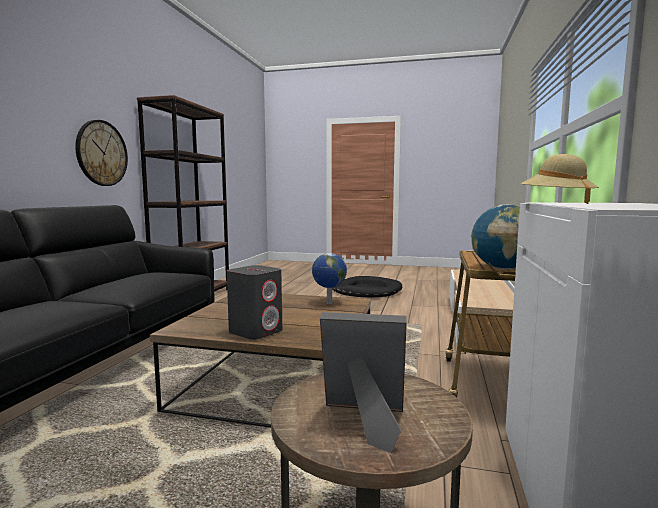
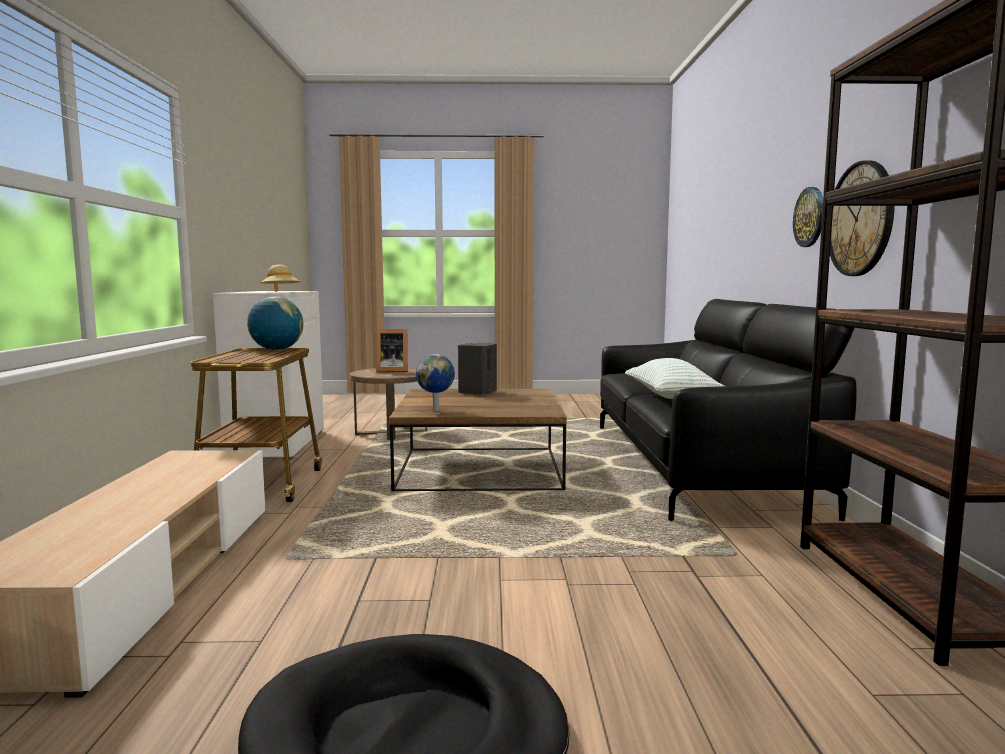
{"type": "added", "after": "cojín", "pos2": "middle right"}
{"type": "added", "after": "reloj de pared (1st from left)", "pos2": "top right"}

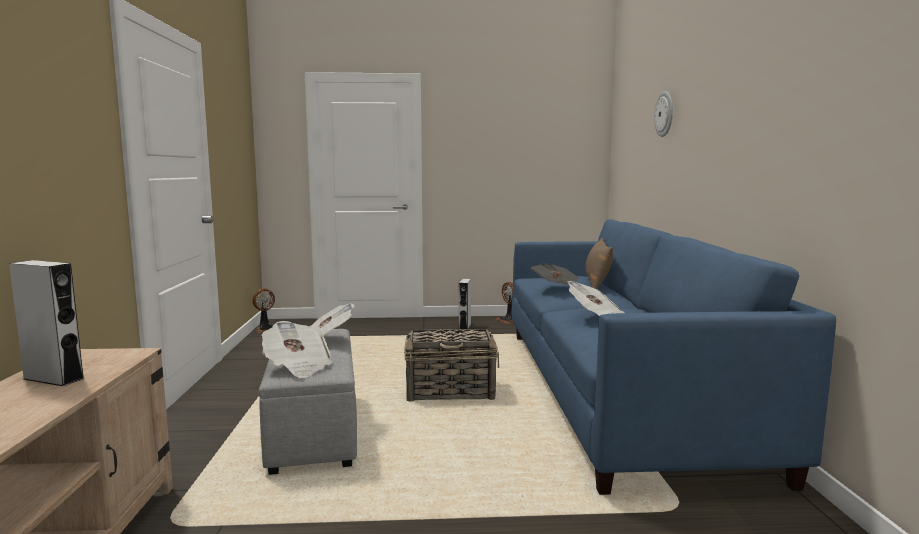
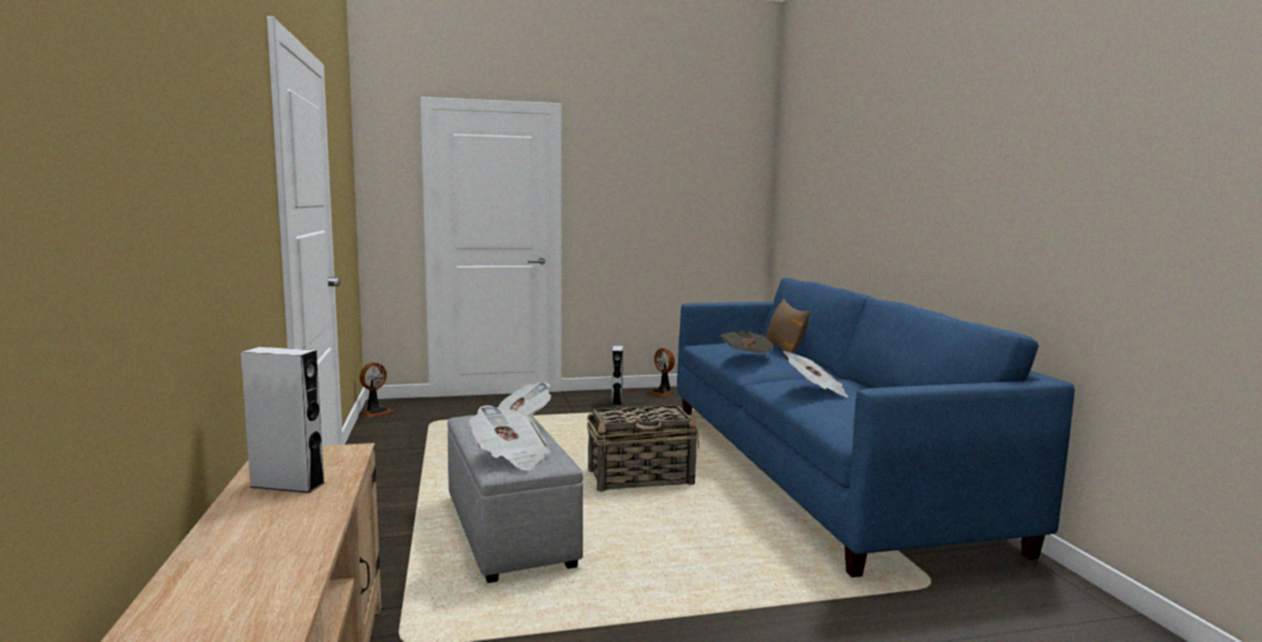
{"type": "removed", "before": "reloj de pared", "pos1": "top right"}

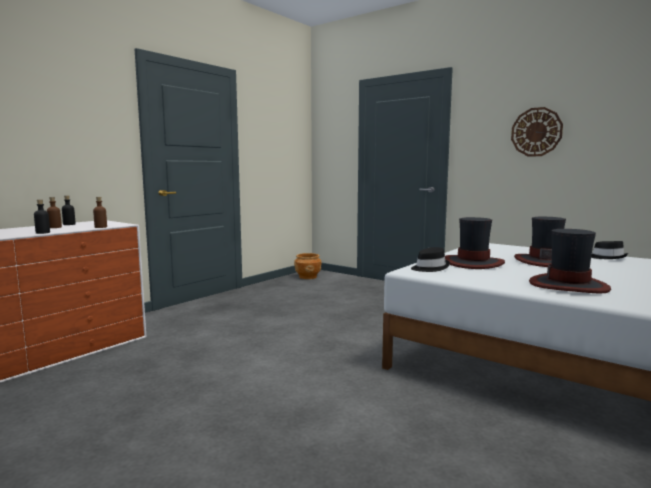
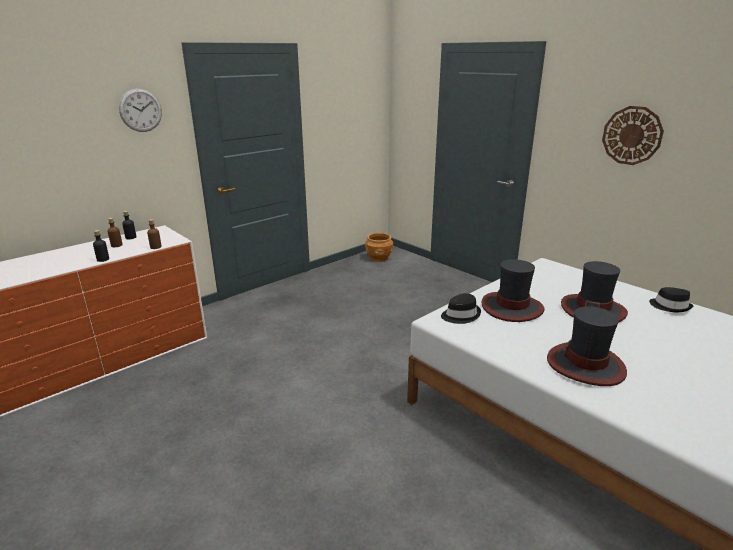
{"type": "added", "after": "reloj de pared (1st from left)", "pos2": "top left"}

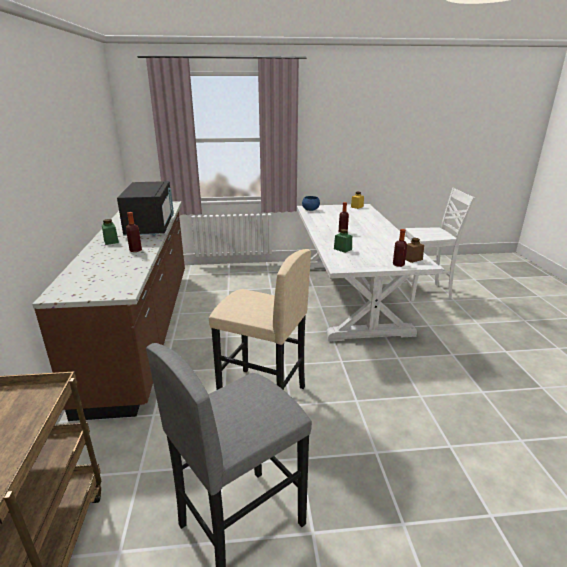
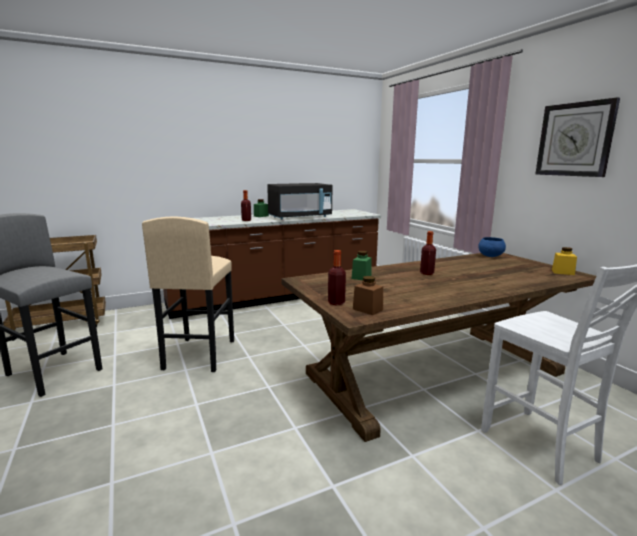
{"type": "recoloured", "before": "mesa de comedor [blanco]", "after": "mesa de comedor [marrón]", "pos1": "centre", "pos2": "middle right"}
{"type": "added", "after": "reloj de pared", "pos2": "top right"}

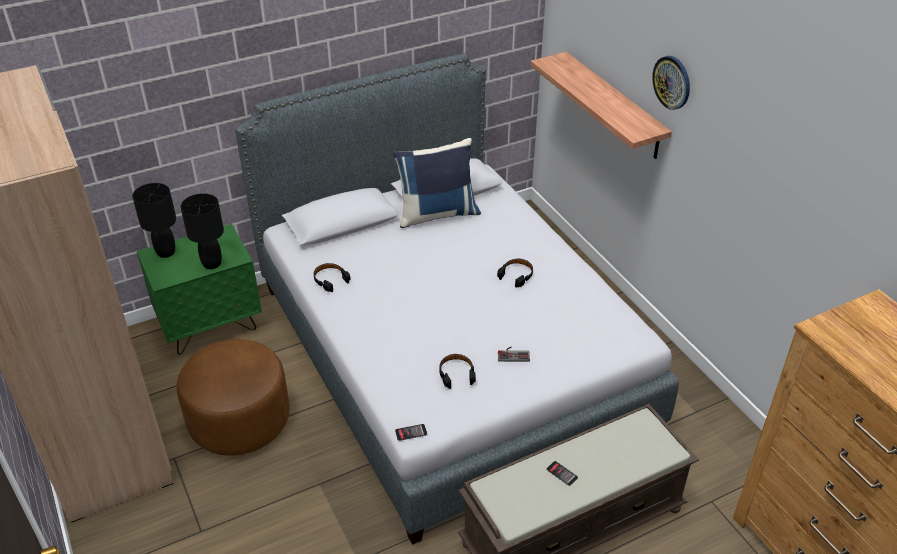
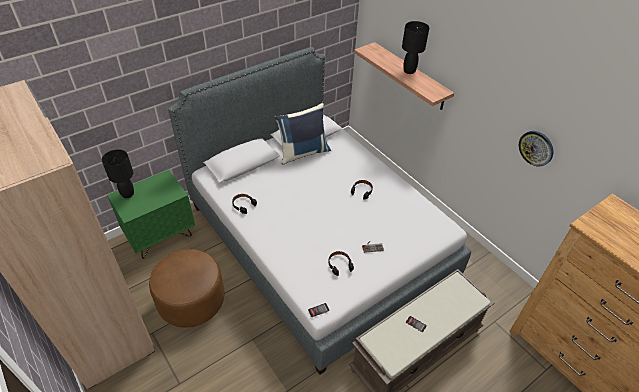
{"type": "moved", "before": "lámpara de mesa [negro] (2nd from left)", "pos1": "middle left", "pos2": "top centre"}
{"type": "moved", "before": "reloj de pared", "pos1": "top right", "pos2": "middle right"}

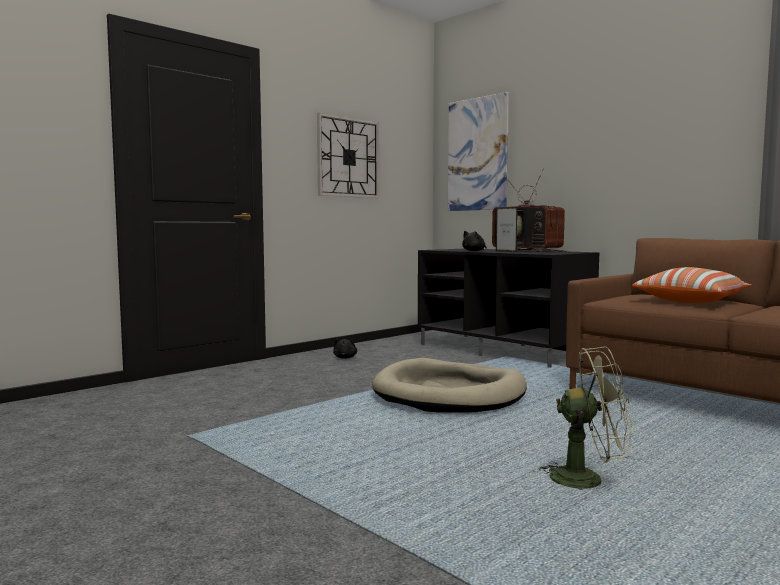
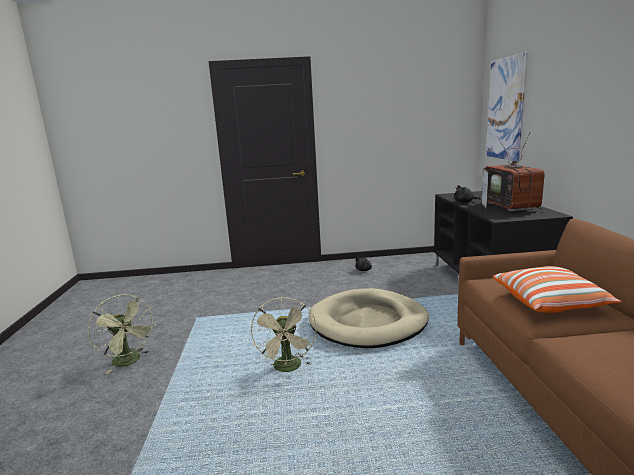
{"type": "moved", "before": "ventilador [verde]", "pos1": "bottom right", "pos2": "bottom left"}
{"type": "added", "after": "ventilador [beis]", "pos2": "bottom centre"}
{"type": "removed", "before": "reloj de pared", "pos1": "top centre"}

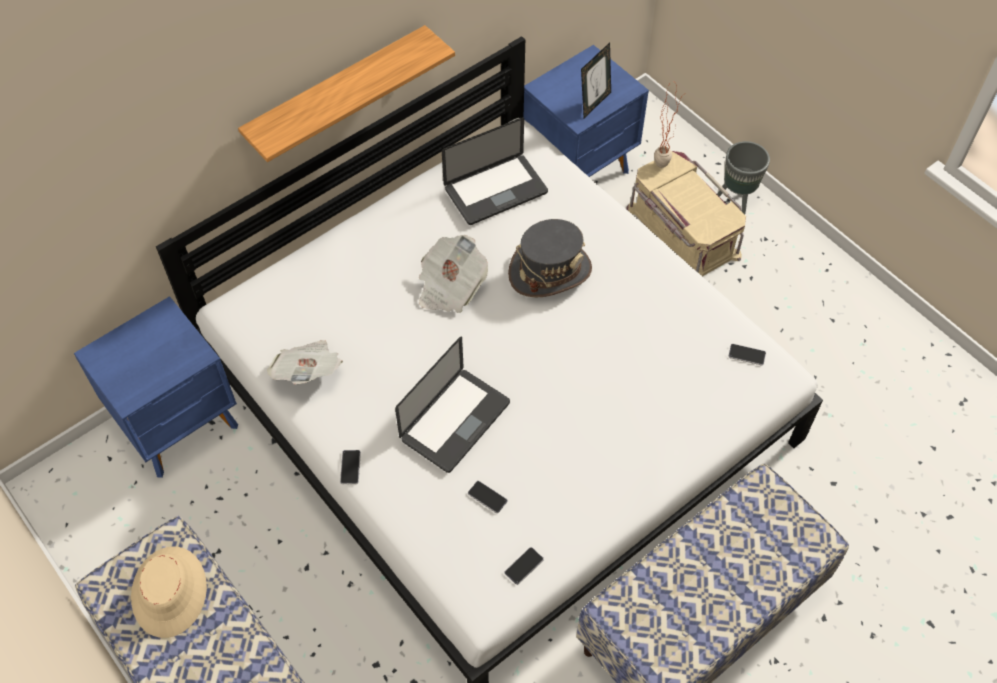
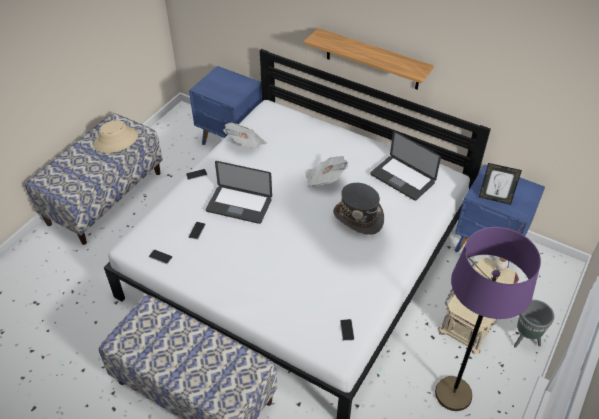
{"type": "added", "after": "lámpara de pie [morado]", "pos2": "bottom right"}

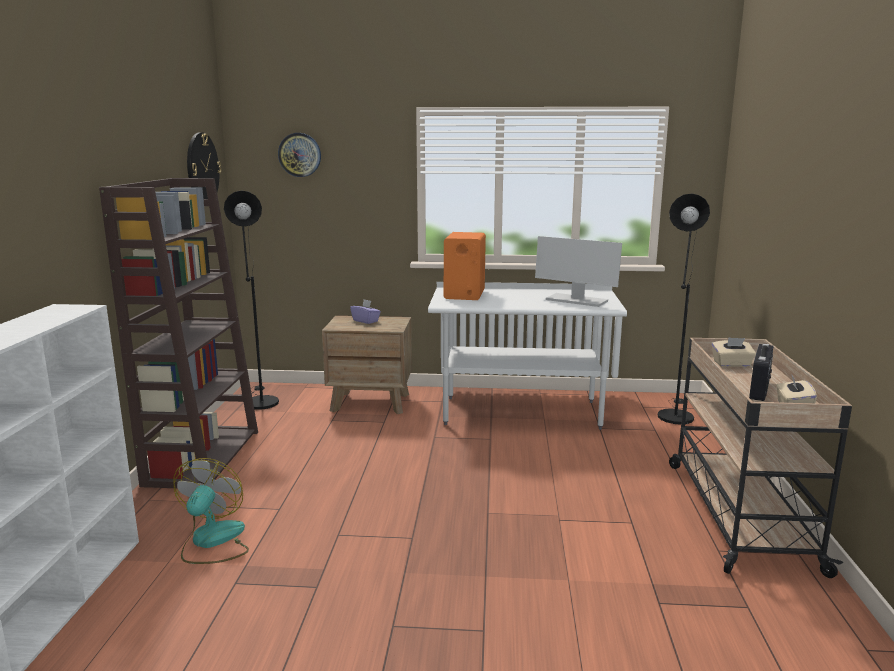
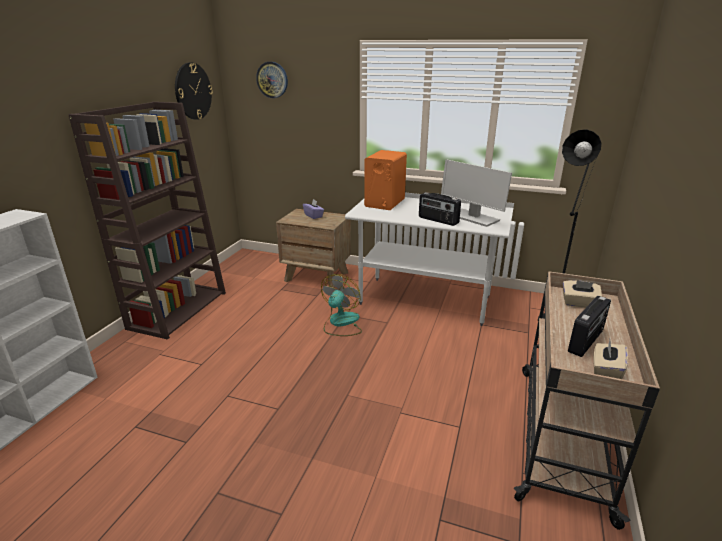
{"type": "moved", "before": "ventilador", "pos1": "bottom left", "pos2": "centre"}
{"type": "added", "after": "radio (1st from left)", "pos2": "centre"}
{"type": "removed", "before": "lámpara de pie [negro] (1st from left)", "pos1": "middle left"}

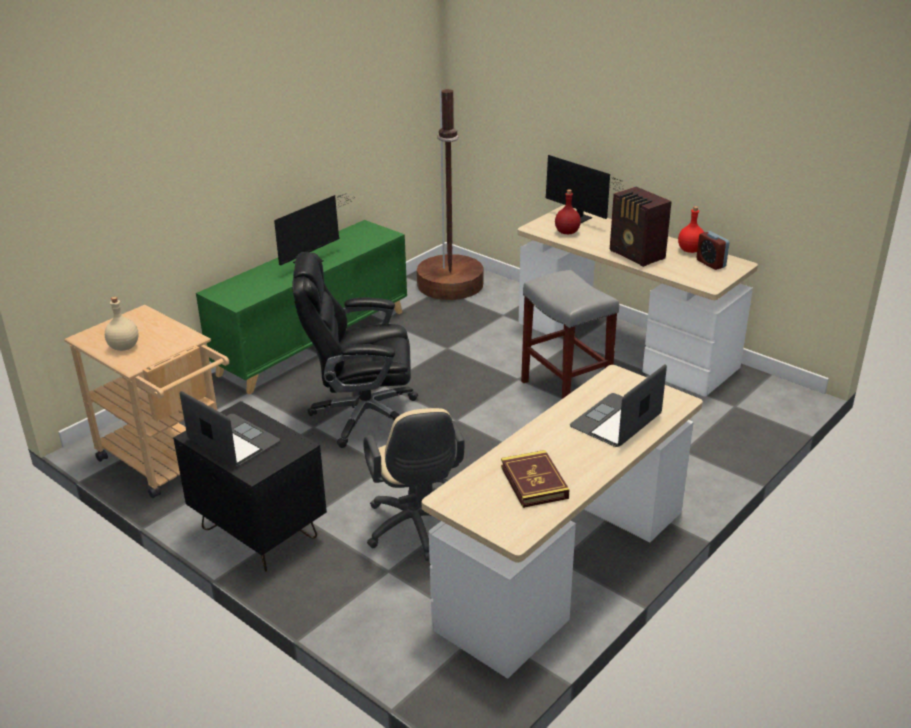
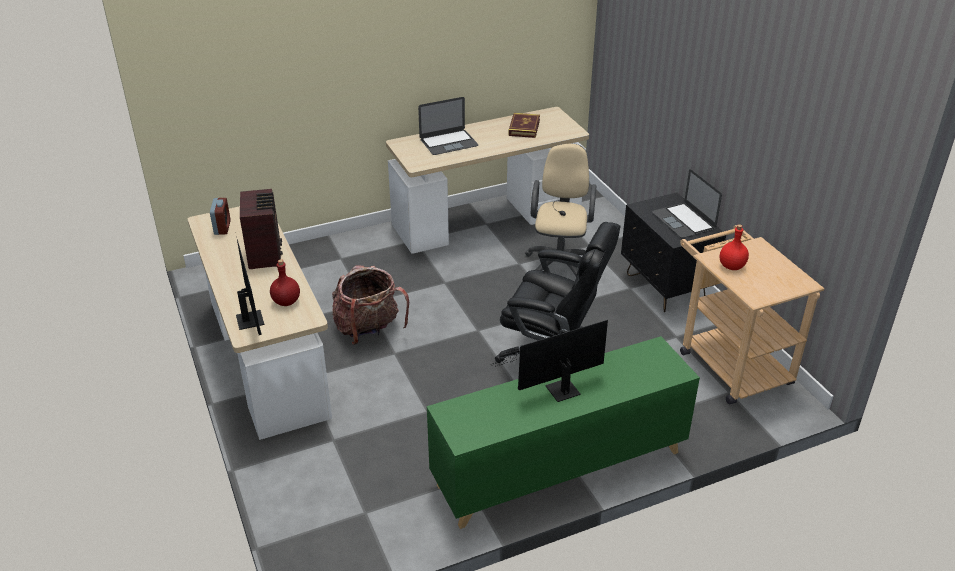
{"type": "replaced", "before": "taburete [gris]", "after": "mochila", "pos1": "centre", "pos2": "centre"}
{"type": "moved", "before": "botella [rojo] (2nd from left)", "pos1": "top right", "pos2": "middle right"}
{"type": "removed", "before": "botella [beis]", "pos1": "middle left"}
{"type": "removed", "before": "lámpara de pie [marrón]", "pos1": "top centre"}

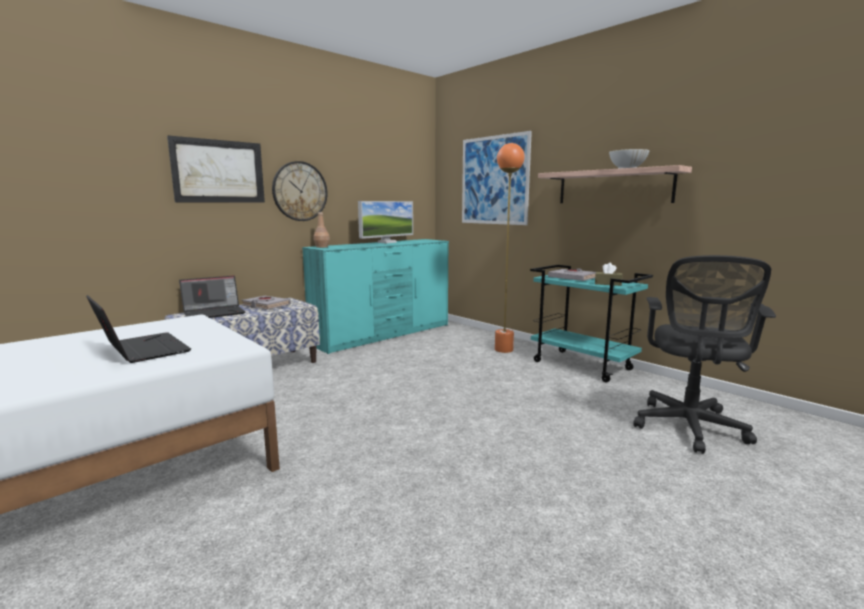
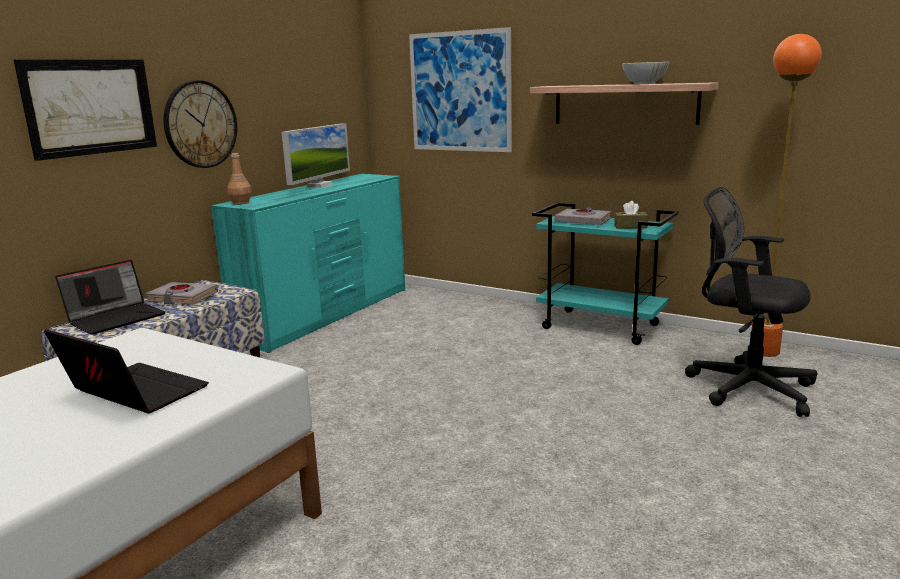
{"type": "turned", "before": "silla de oficina [negro]", "pos1": "middle right", "pos2": "middle right", "turn": 120}
{"type": "moved", "before": "lámpara de pie [naranja]", "pos1": "centre", "pos2": "middle right"}

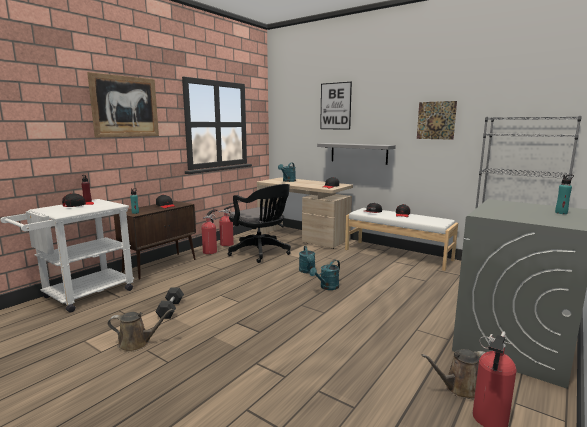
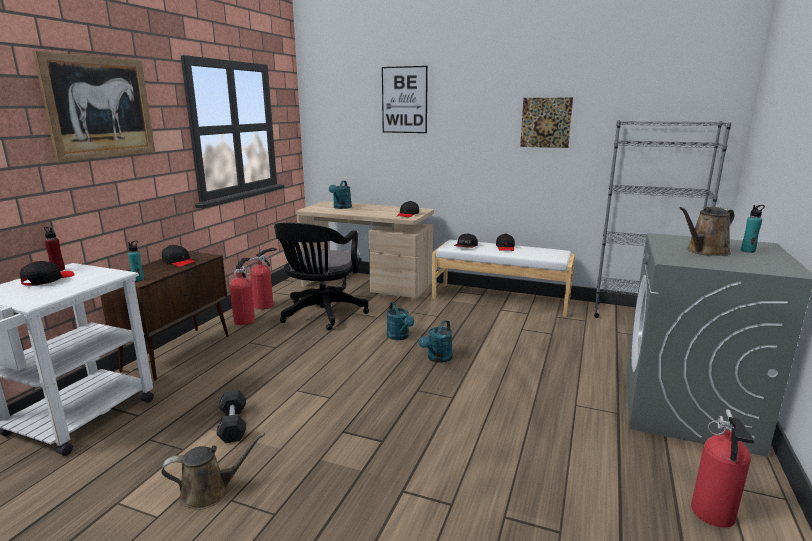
{"type": "turned", "before": "silla de oficina [negro]", "pos1": "centre", "pos2": "centre", "turn": 75}
{"type": "moved", "before": "regadera [marrón] (2nd from left)", "pos1": "bottom right", "pos2": "middle right"}
{"type": "removed", "before": "estante [gris]", "pos1": "centre"}

